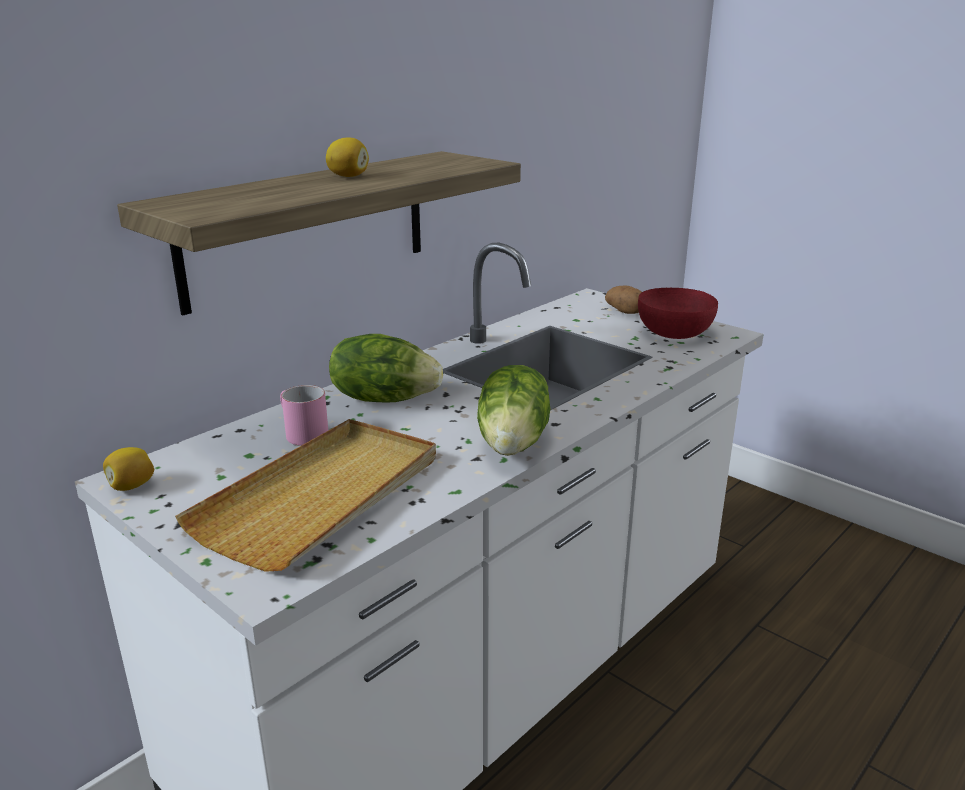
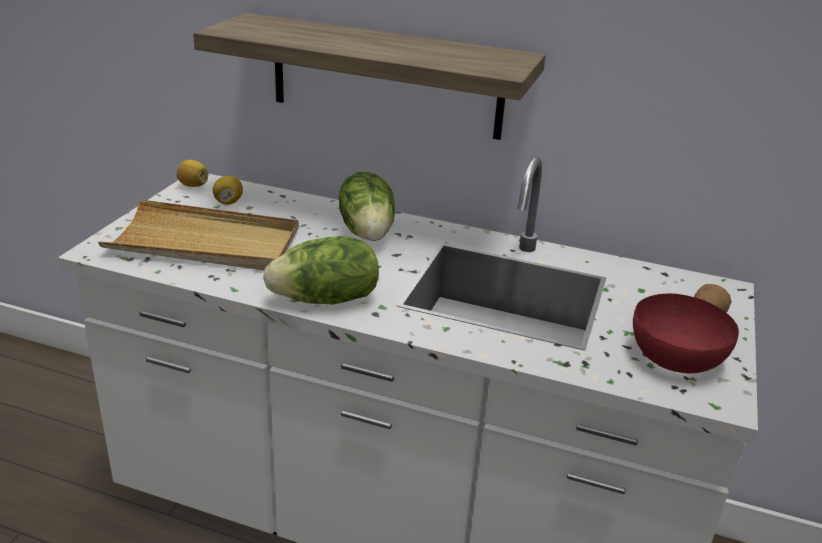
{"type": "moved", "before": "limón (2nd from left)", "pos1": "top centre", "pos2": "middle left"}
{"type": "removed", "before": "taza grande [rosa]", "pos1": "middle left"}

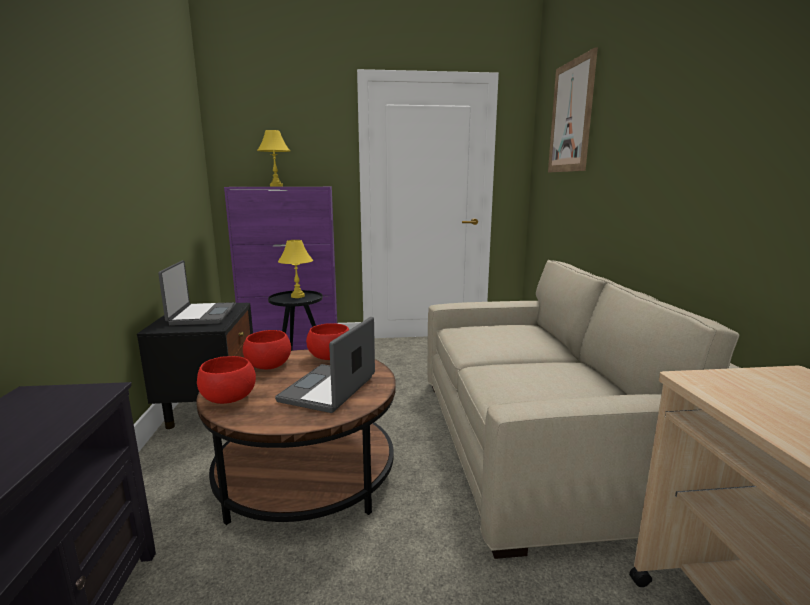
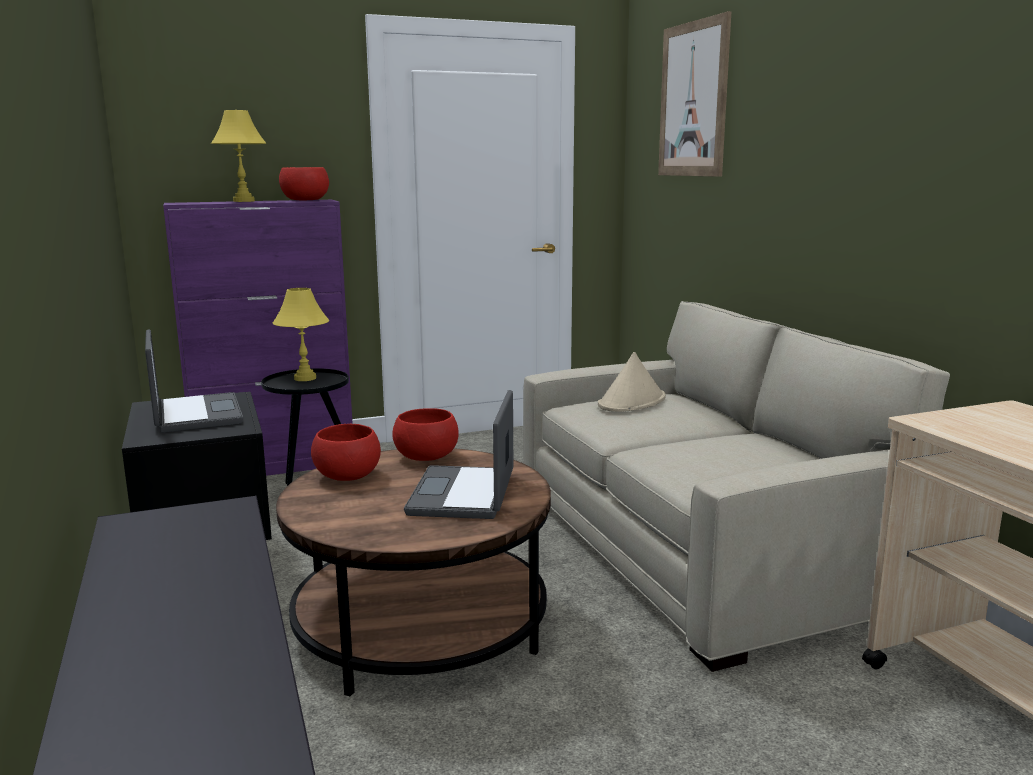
{"type": "moved", "before": "cuenco [rojo] (1st from left)", "pos1": "middle left", "pos2": "top left"}
{"type": "added", "after": "sombrero [beis]", "pos2": "centre"}

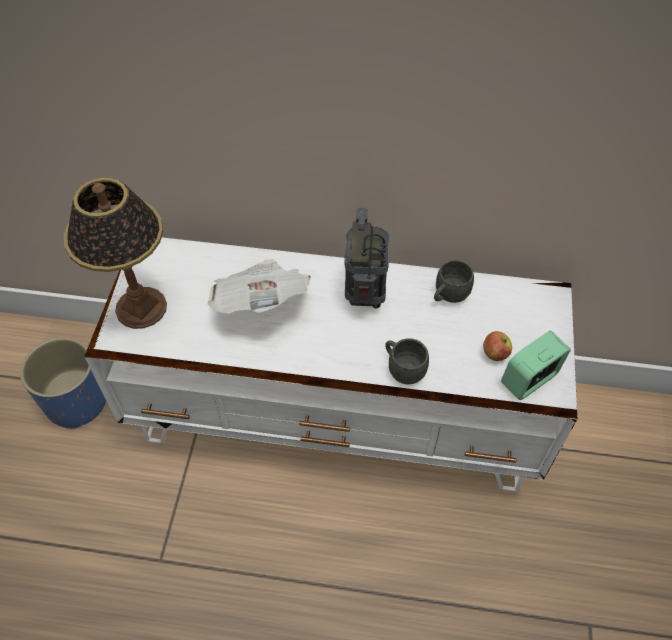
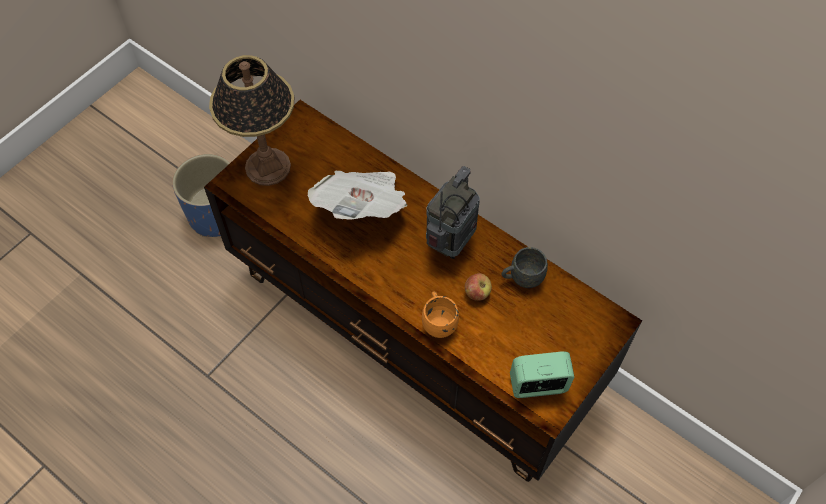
{"type": "recoloured", "before": "mueble de televisión [blanco]", "after": "mueble de televisión [marrón]", "pos1": "centre", "pos2": "centre"}
{"type": "recoloured", "before": "taza grande [gris] (1st from left)", "after": "taza grande [naranja]", "pos1": "centre", "pos2": "centre"}
{"type": "moved", "before": "manzana", "pos1": "middle right", "pos2": "centre"}

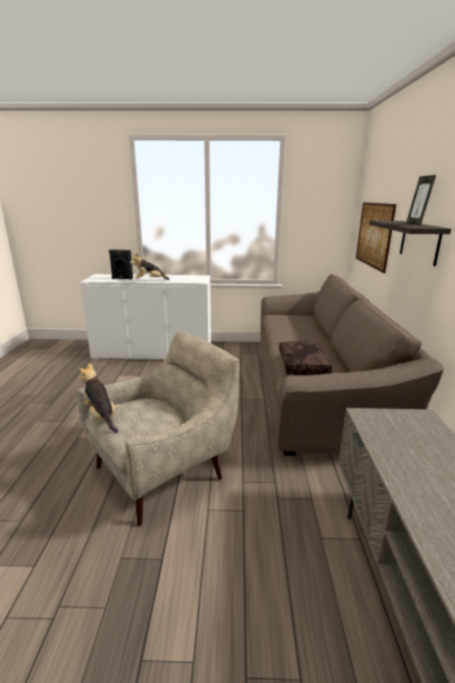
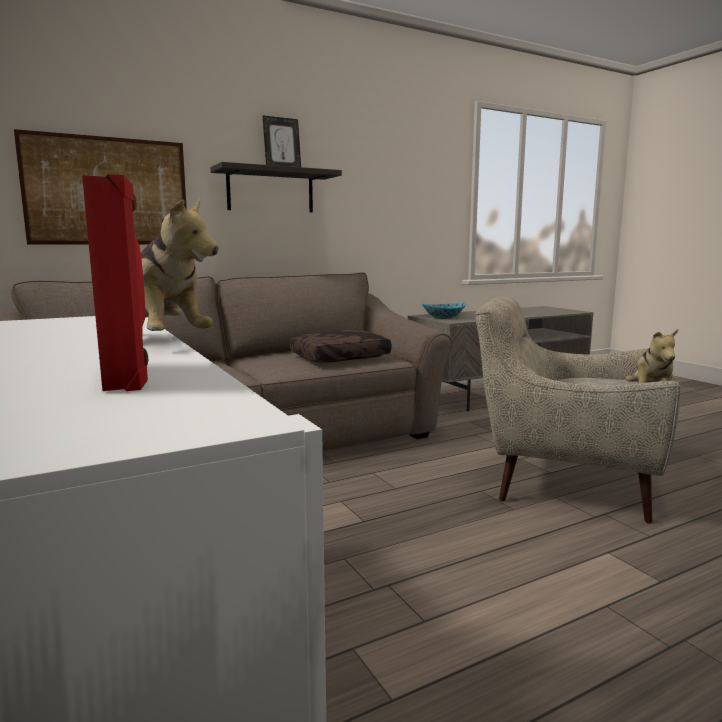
{"type": "recoloured", "before": "altavoz [negro]", "after": "altavoz [rojo]", "pos1": "middle left", "pos2": "middle left"}
{"type": "added", "after": "cuenco", "pos2": "centre"}

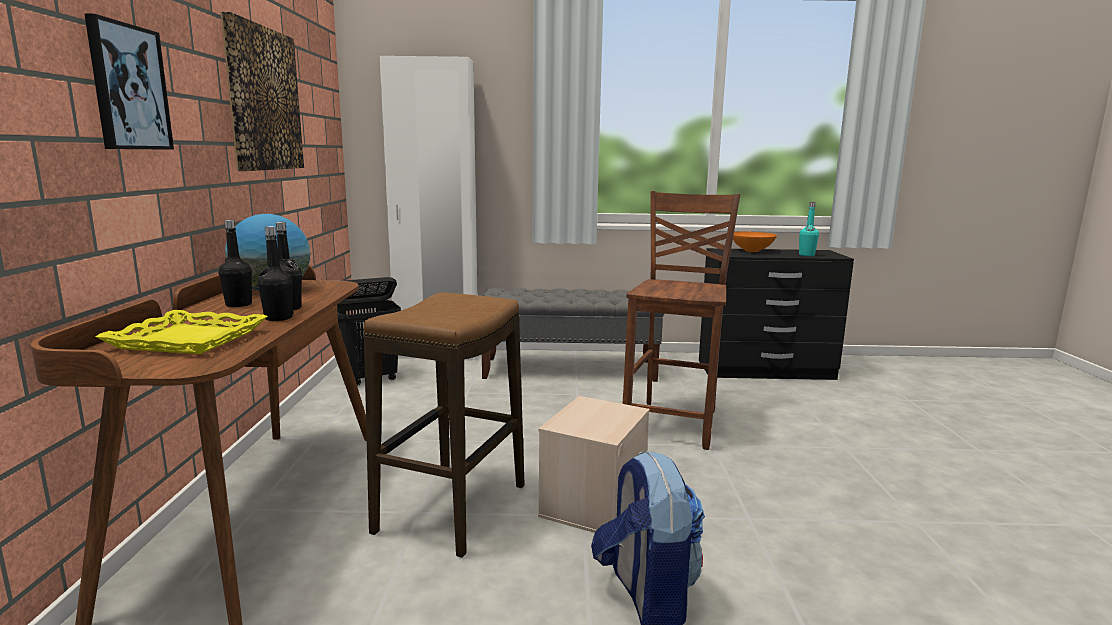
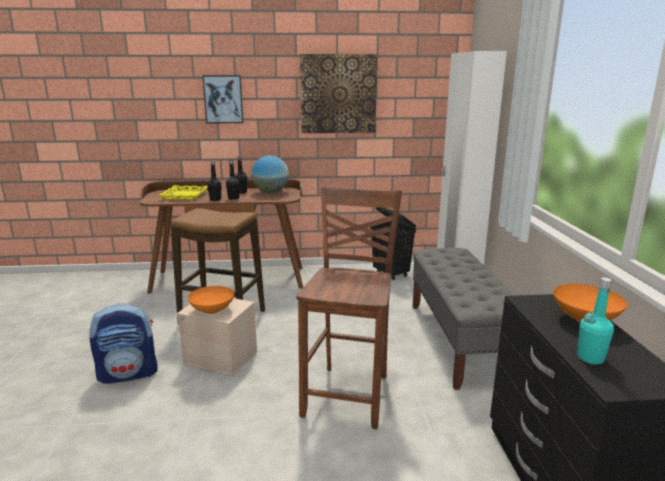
{"type": "added", "after": "cuenco [naranja] (1st from left)", "pos2": "middle left"}
{"type": "turned", "before": "silla [marrón]", "pos1": "centre", "pos2": "centre", "turn": -90}

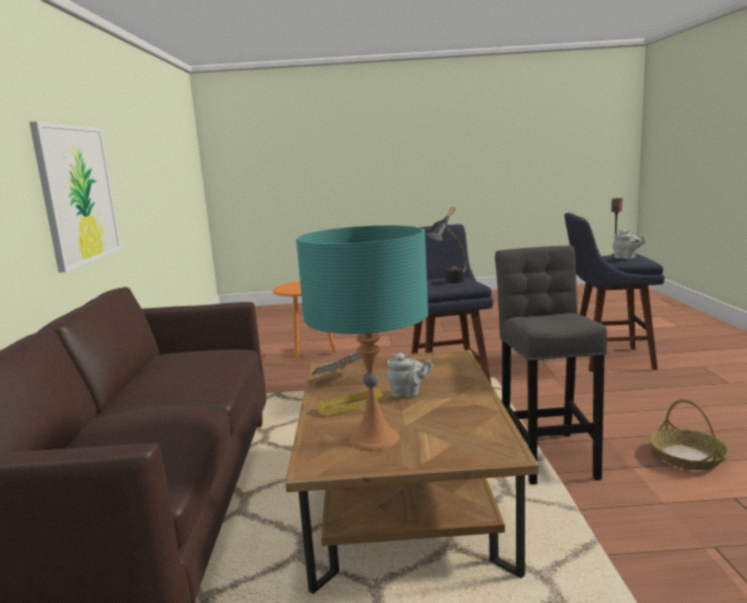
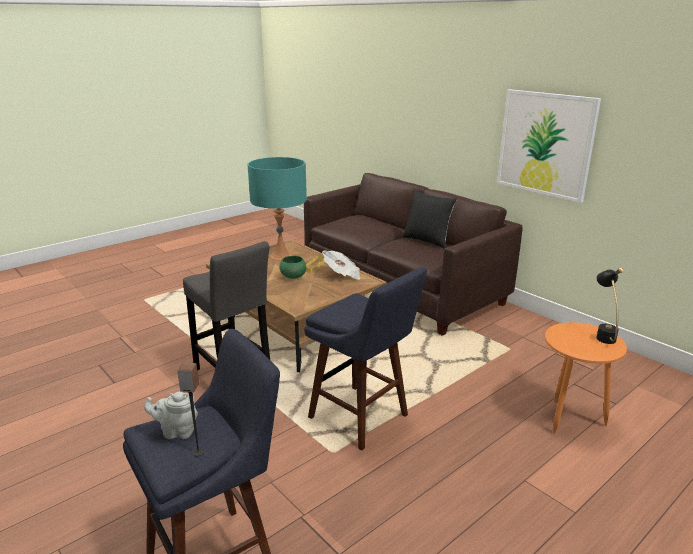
{"type": "replaced", "before": "tetera [gris] (1st from left)", "after": "cuenco [verde]", "pos1": "centre", "pos2": "centre"}
{"type": "added", "after": "cojín [negro]", "pos2": "centre"}
{"type": "moved", "before": "lámpara de mesa [negro]", "pos1": "centre", "pos2": "middle right"}
{"type": "removed", "before": "cesta", "pos1": "bottom right"}

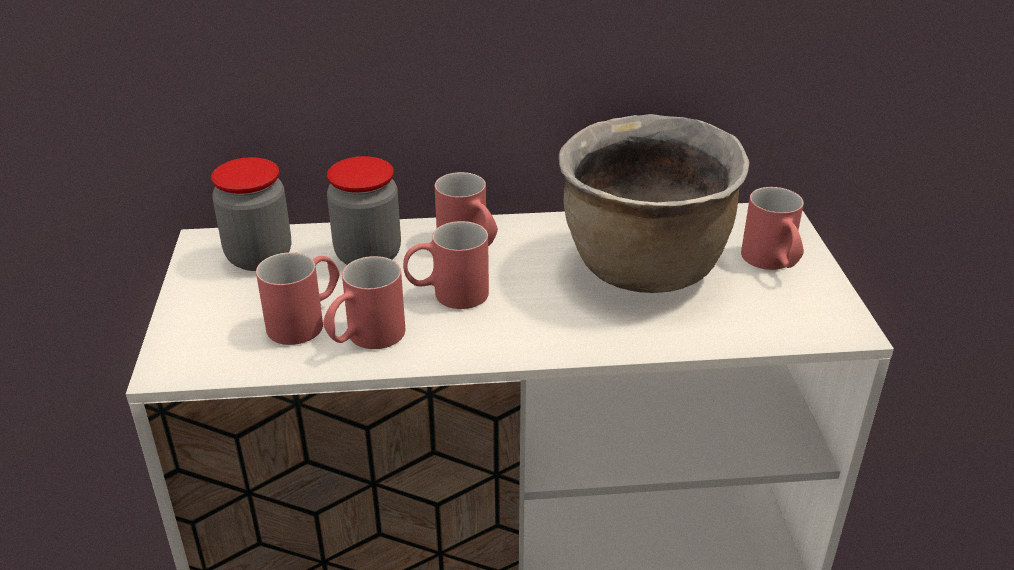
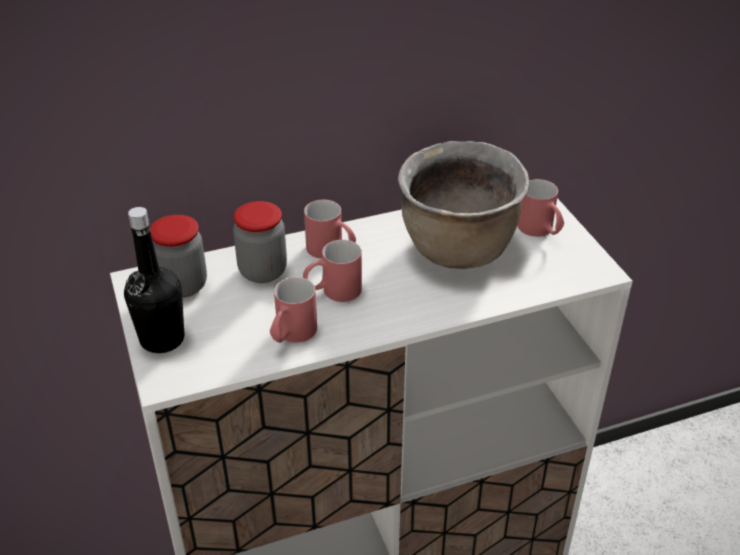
{"type": "added", "after": "botella [negro]", "pos2": "middle left"}
{"type": "removed", "before": "taza grande [rojo] (1st from left)", "pos1": "middle left"}

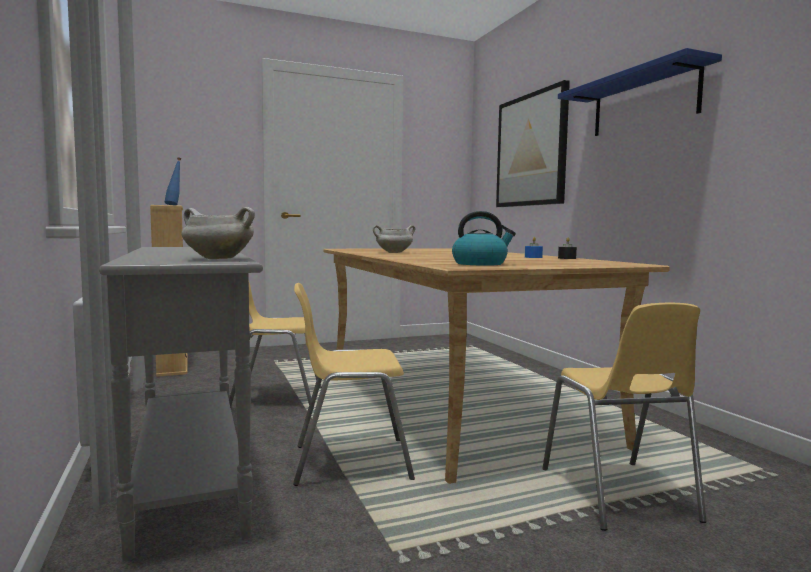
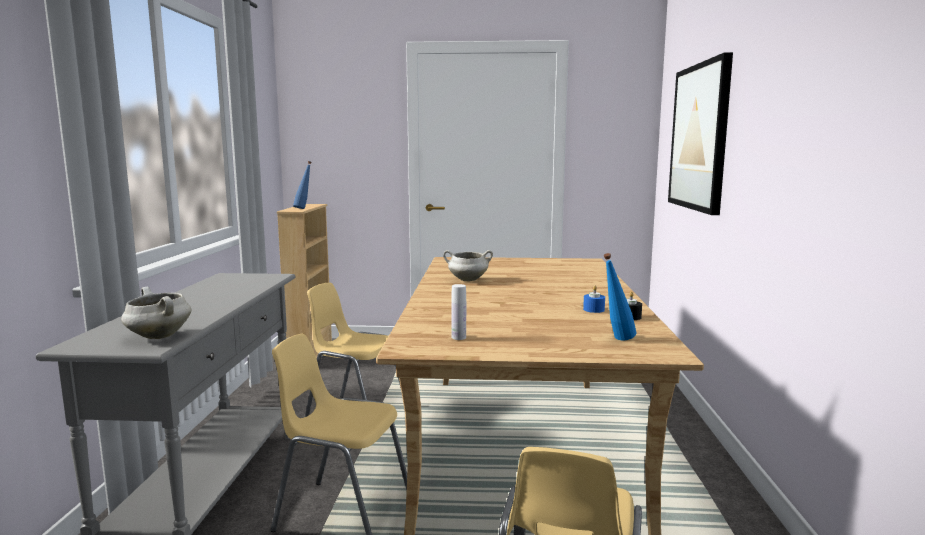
{"type": "replaced", "before": "hervidor", "after": "botella [blanco]", "pos1": "centre", "pos2": "centre"}
{"type": "added", "after": "botella [azul] (2nd from left)", "pos2": "middle right"}
{"type": "removed", "before": "estante [azul]", "pos1": "top right"}

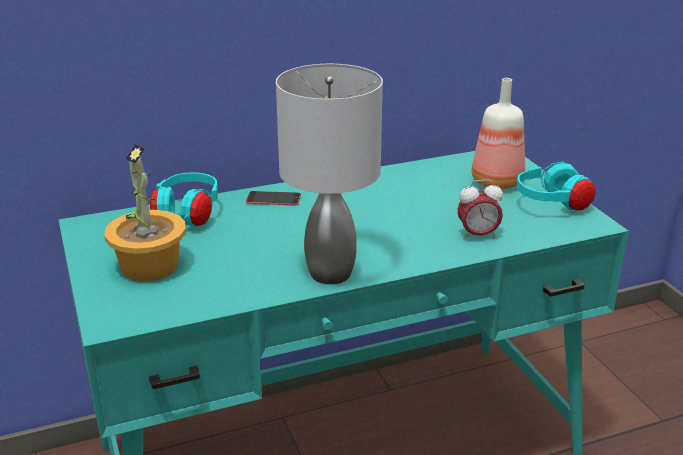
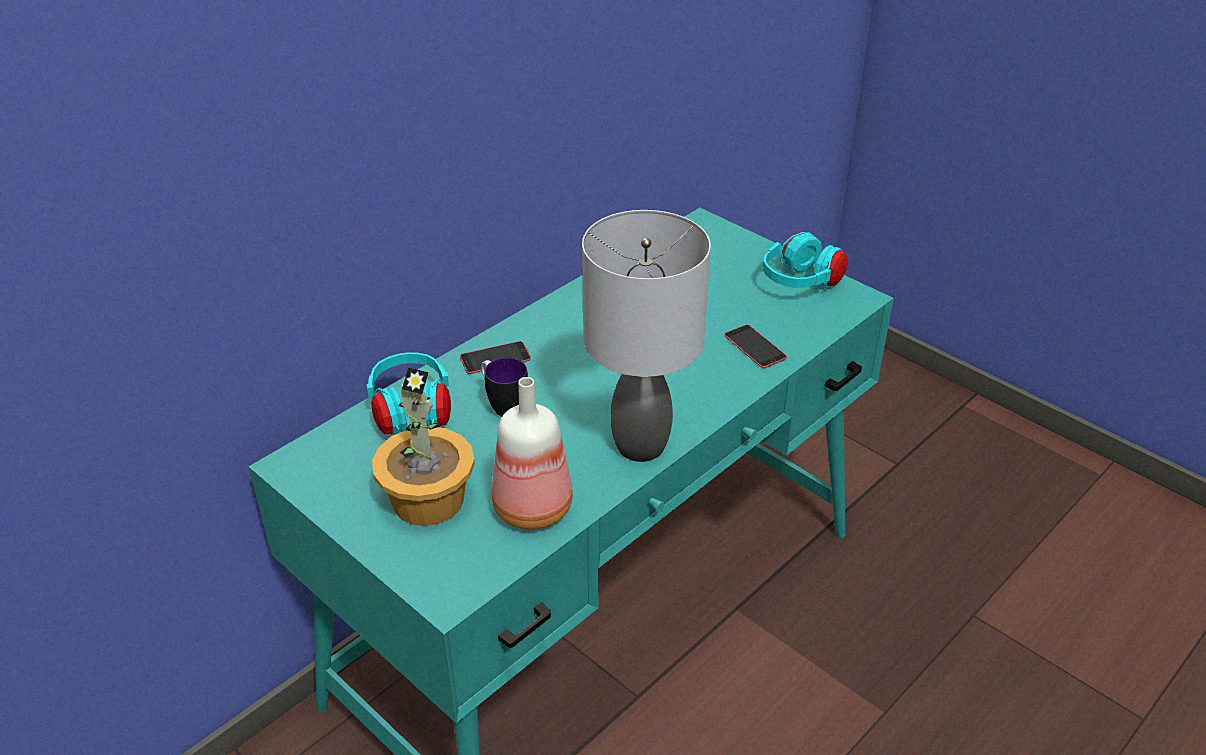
{"type": "added", "after": "taza grande", "pos2": "centre"}
{"type": "moved", "before": "botella", "pos1": "top right", "pos2": "centre"}
{"type": "replaced", "before": "despertador", "after": "móvil (2nd from left)", "pos1": "middle right", "pos2": "centre"}

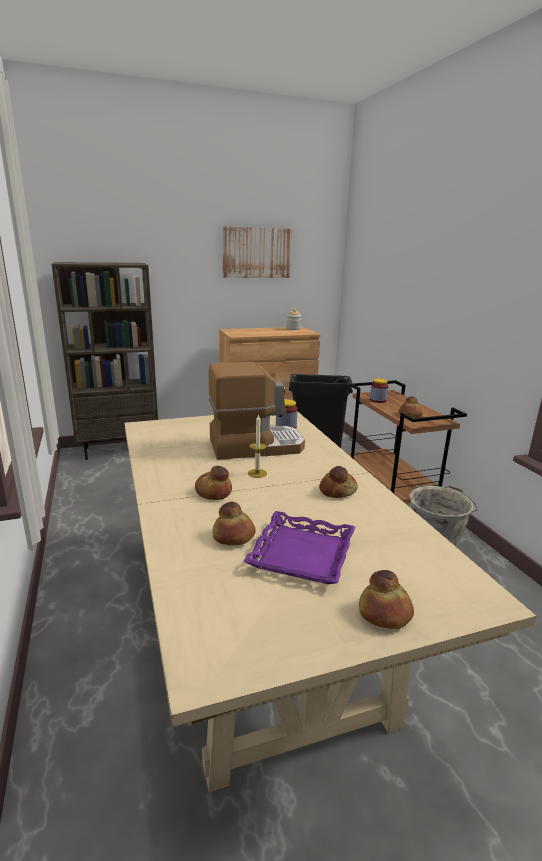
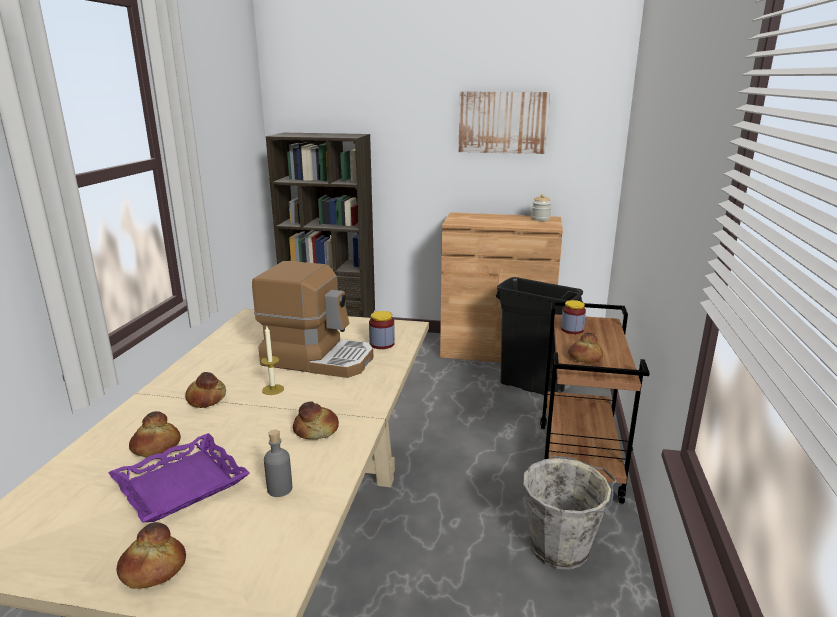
{"type": "added", "after": "botella [gris]", "pos2": "bottom left"}

